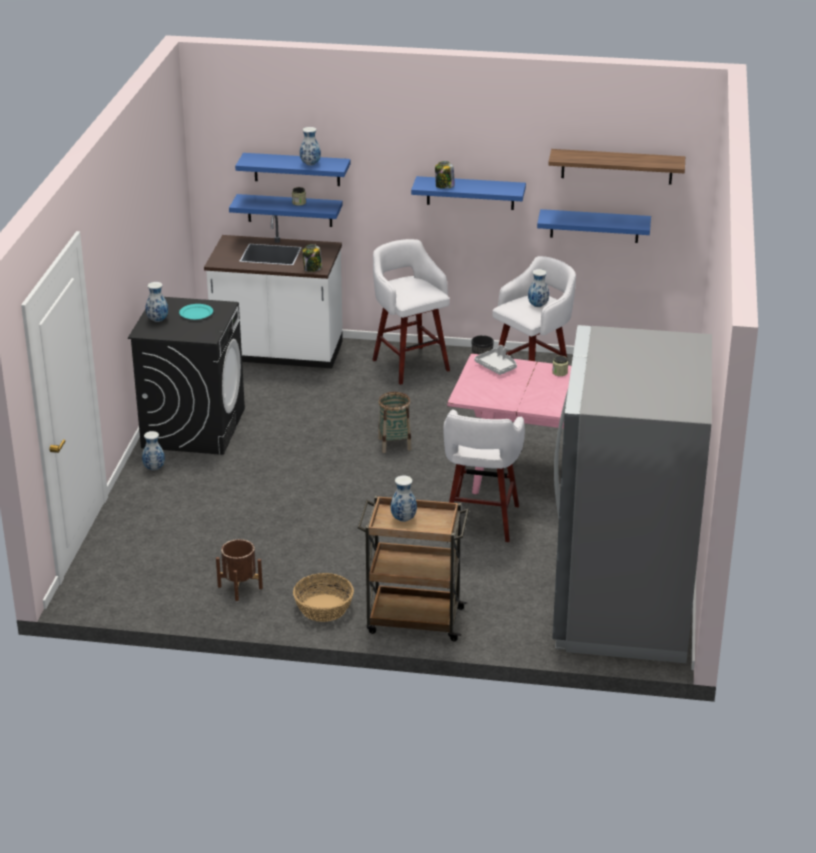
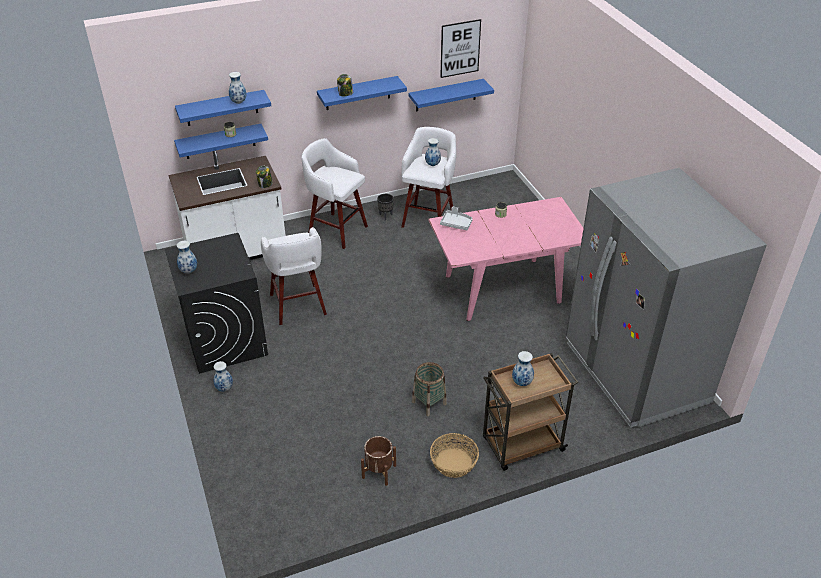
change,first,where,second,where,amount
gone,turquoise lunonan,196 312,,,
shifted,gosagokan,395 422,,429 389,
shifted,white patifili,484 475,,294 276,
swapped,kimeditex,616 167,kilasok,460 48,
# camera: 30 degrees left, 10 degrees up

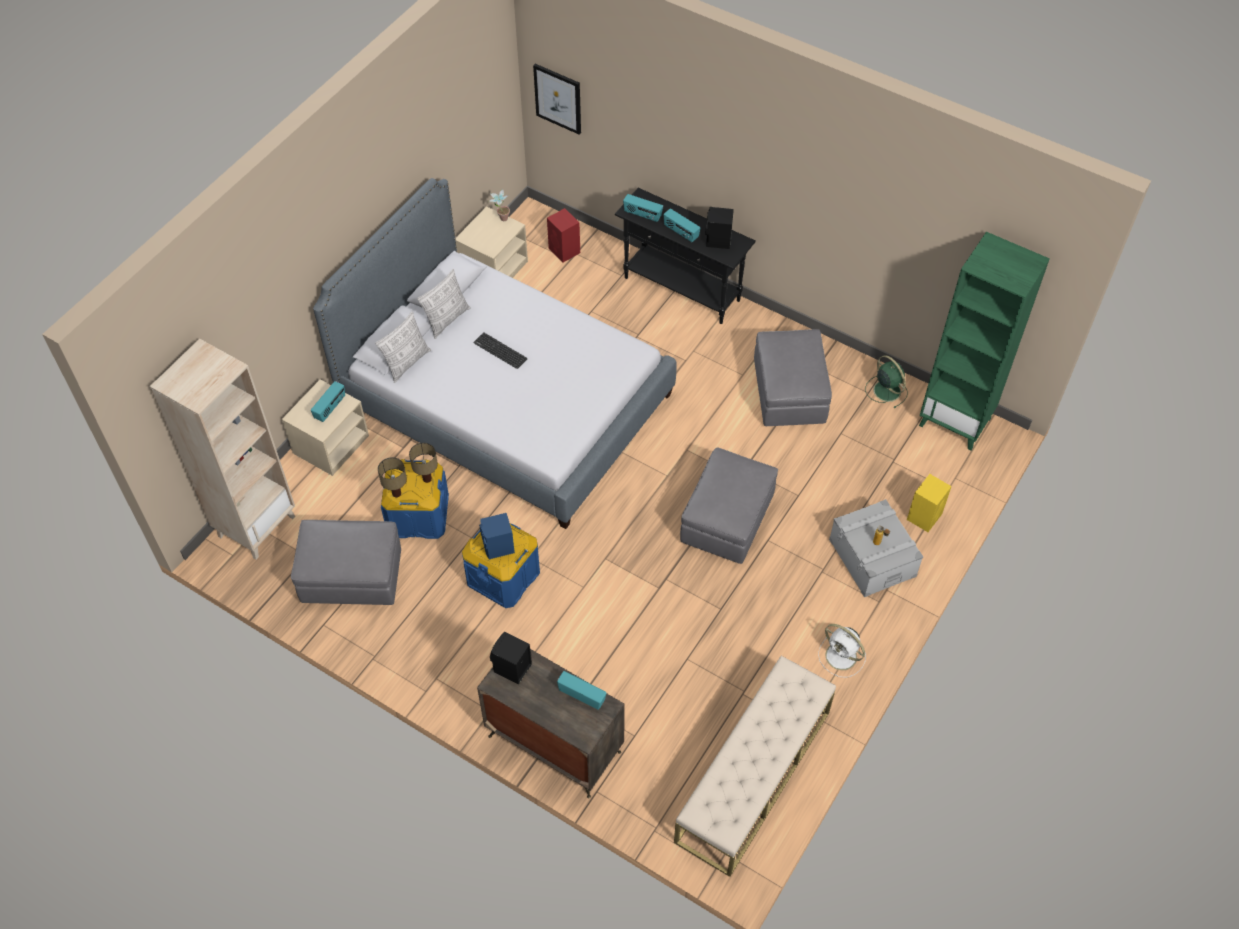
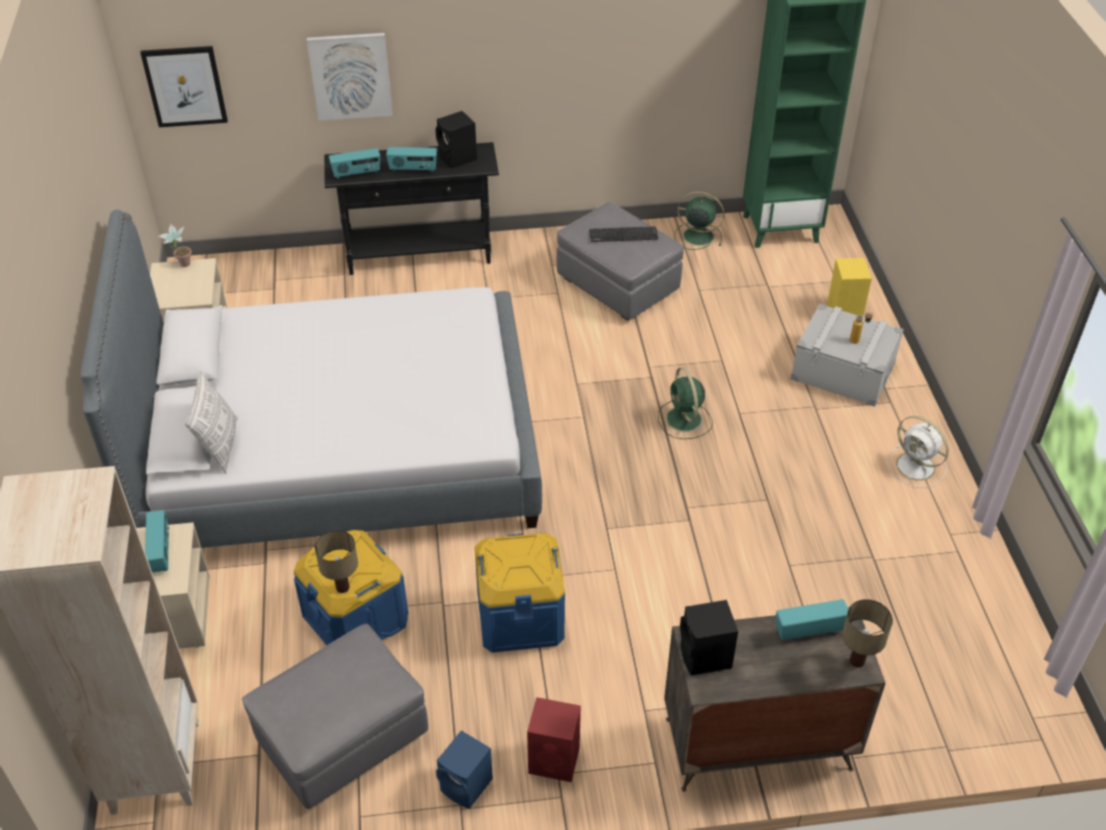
change,first,where,second,where,amount
gone,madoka,444 304,,,
gone,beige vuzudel,755 766,,,
new,,,kilasok,350 77,
shifted,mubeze,423 463,,867 633,
shifted,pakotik,500 350,,623 234,
shifted,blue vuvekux,497 536,,464 770,
shifted,red vuvekux,563 235,,554 739,
swapped,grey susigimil,729 506,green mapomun,685 403,
rotated,white mapomun,842 651,,918 452,45 degrees clockwise
# camera: 40 degrees left, 10 degrees down

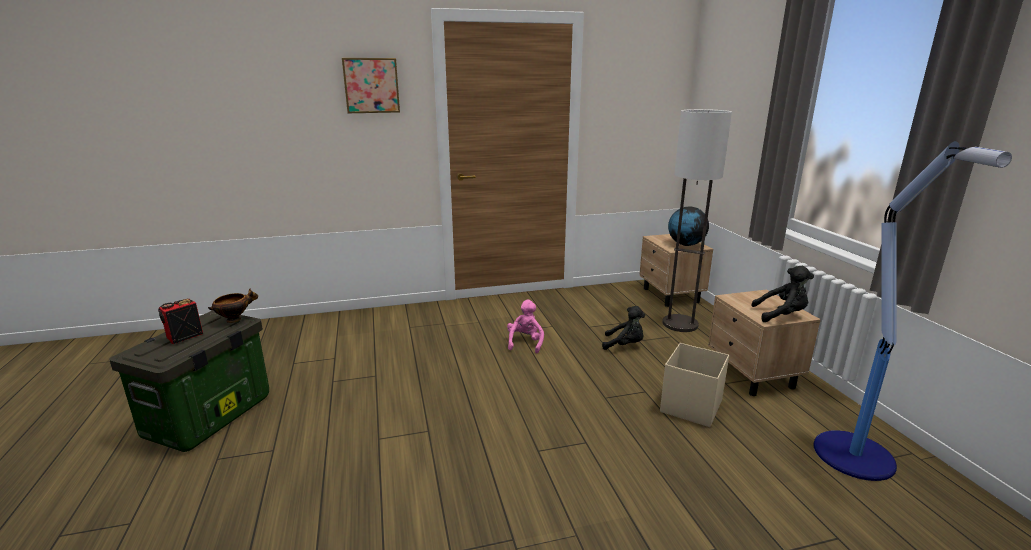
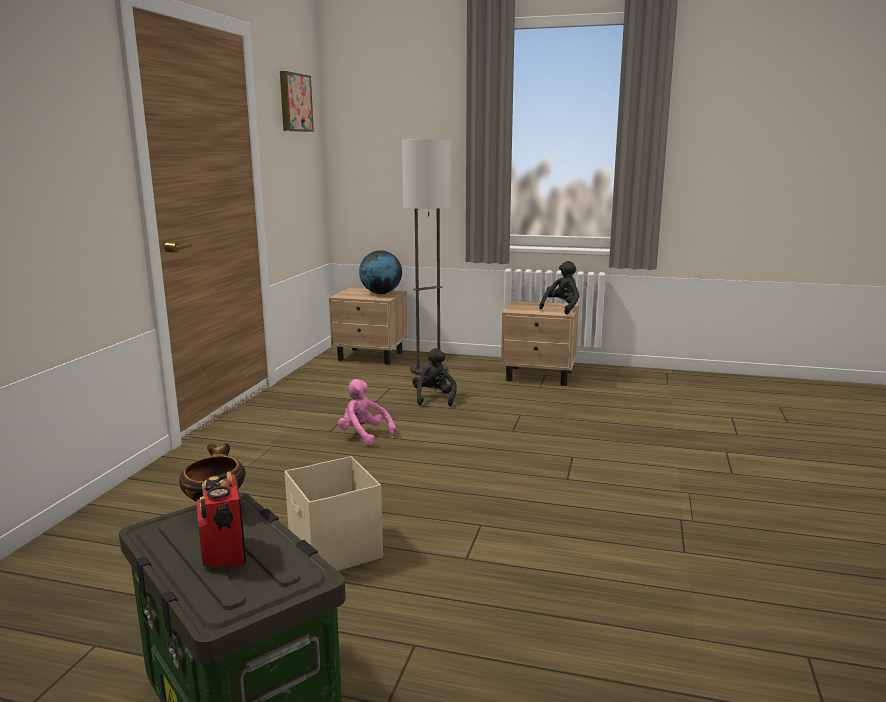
change,first,where,second,where,amount
gone,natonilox,913 311,,,
shifted,kilasok,371 85,,297 101,
shifted,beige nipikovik,694 385,,333 513,
rotated,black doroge,623 328,,434 377,45 degrees counterclockwise
# camera: 60 degrees left, 5 degrees down

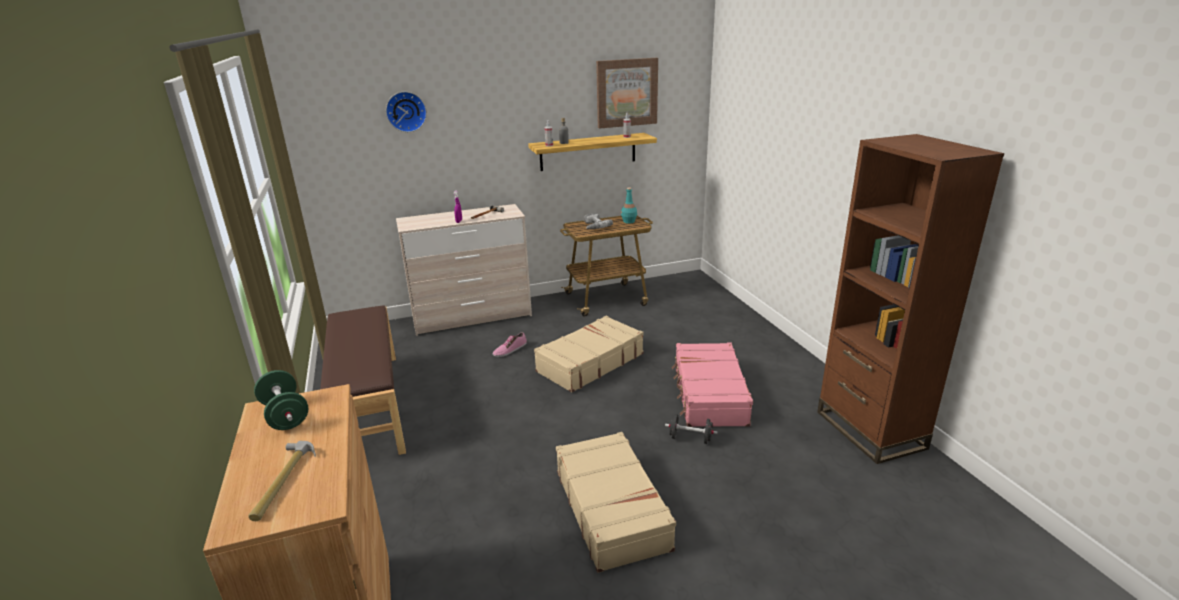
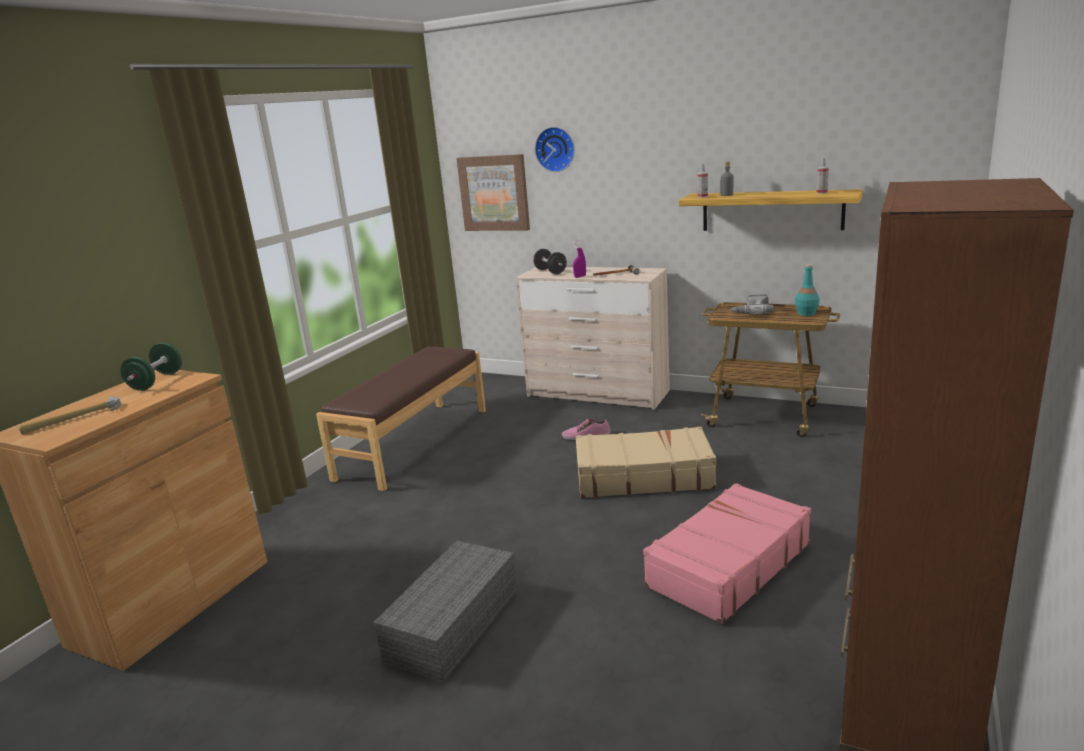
change,first,where,second,where,amount
shifted,kilasok,627 93,,493 192,
shifted,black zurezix,691 429,,550 261,
swapped,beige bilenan,616 502,grey nipikovik,445 611,
# camera: 45 degrees right, 5 degrees down

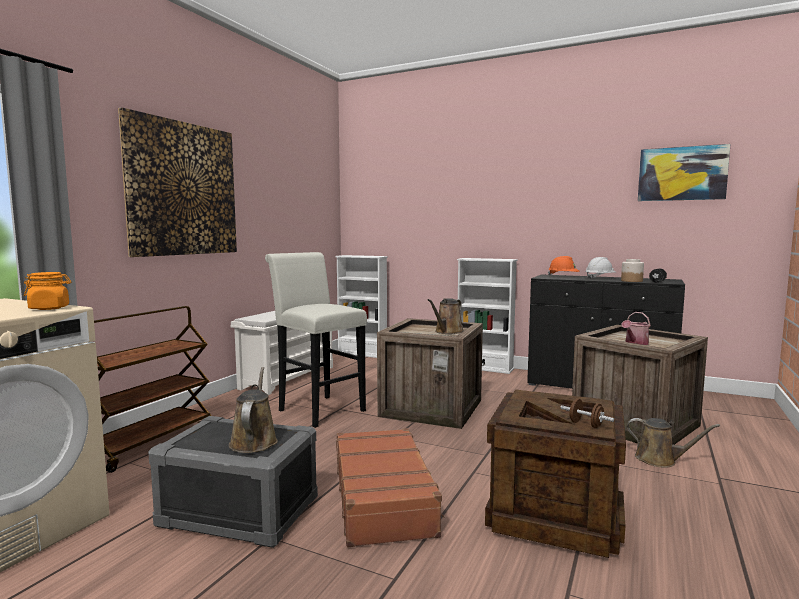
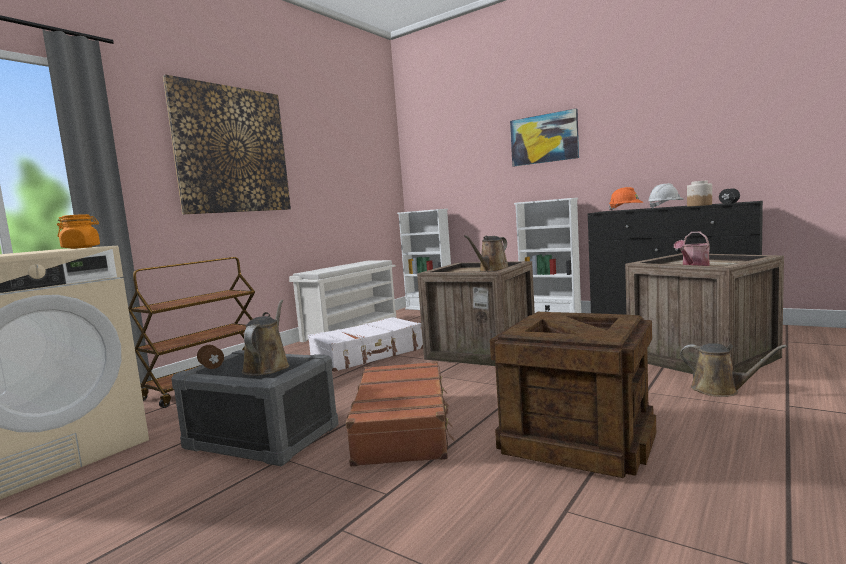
change,first,where,second,where,amount
shifted,brown zurezix,587 413,,210 357,
shifted,kilasok,684 172,,544 137,
swapped,white patifili,316 340,white bilenan,365 344,
# camera: 10 degrees right, 0 degrees up

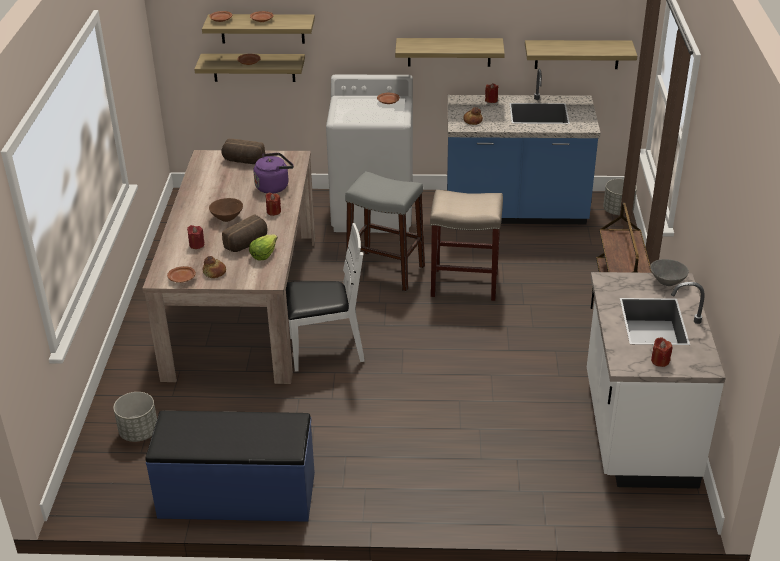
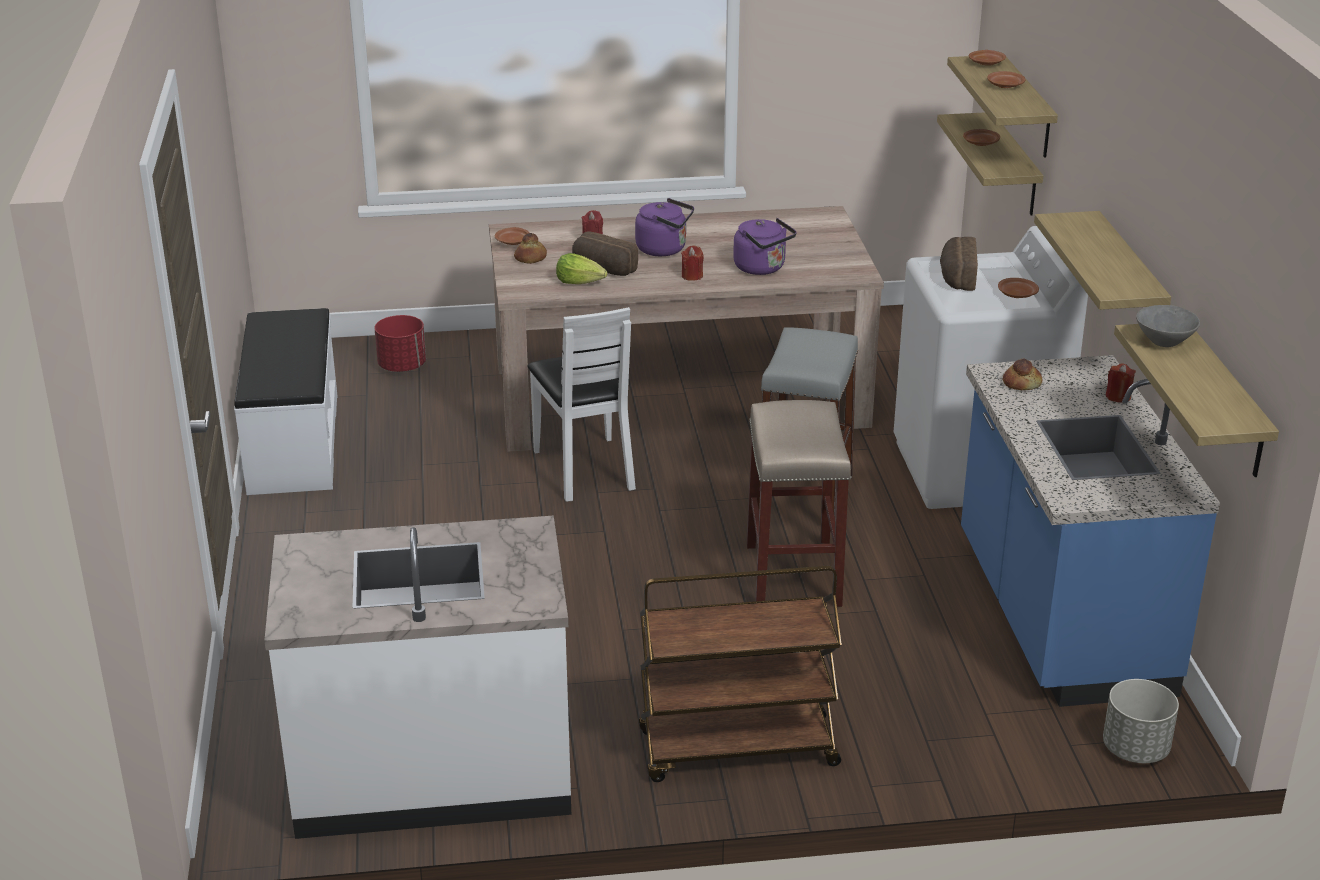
change,first,where,second,where,amount
gone,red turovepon,662 352,,,
shifted,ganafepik,243 151,,959 264,
shifted,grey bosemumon,669 272,,1168 326,
swapped,brown bosemumon,226 210,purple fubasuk,664 227,
repainted,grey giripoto,135 417,red giripoto,400 343,
repainted,blue vuzudel,230 466,white vuzudel,285 401,
# camera: 80 degrees right, 5 degrees down

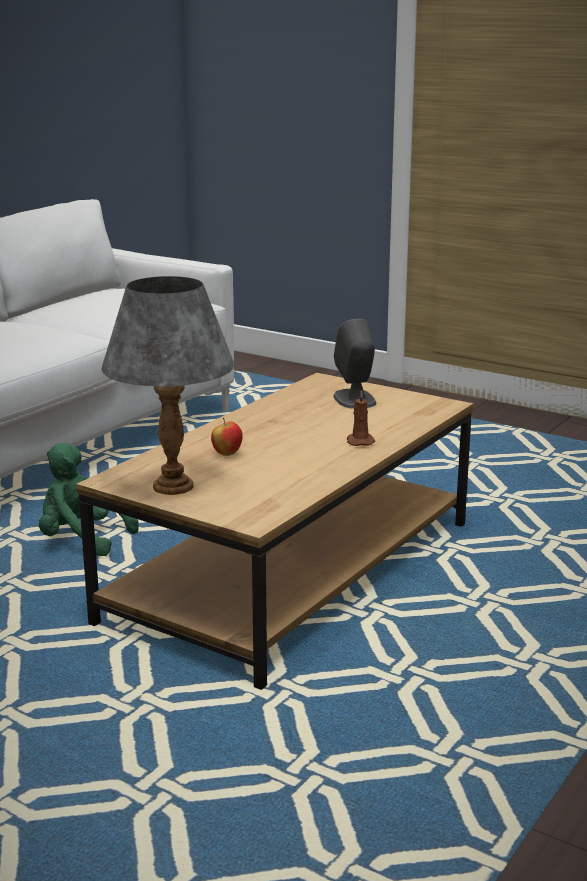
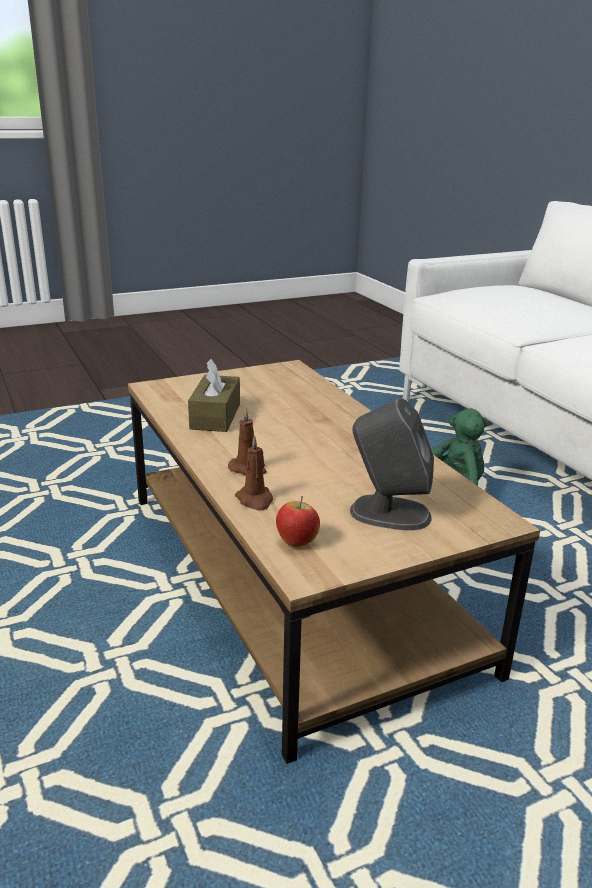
change,first,where,second,where,amount
gone,grey mubeze,168 385,,,
new,,,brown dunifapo,214 395,
new,,,brown turovepon,254 473,
shifted,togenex,227 437,,298 521,
# camera: 120 degrees right, 5 degrees up

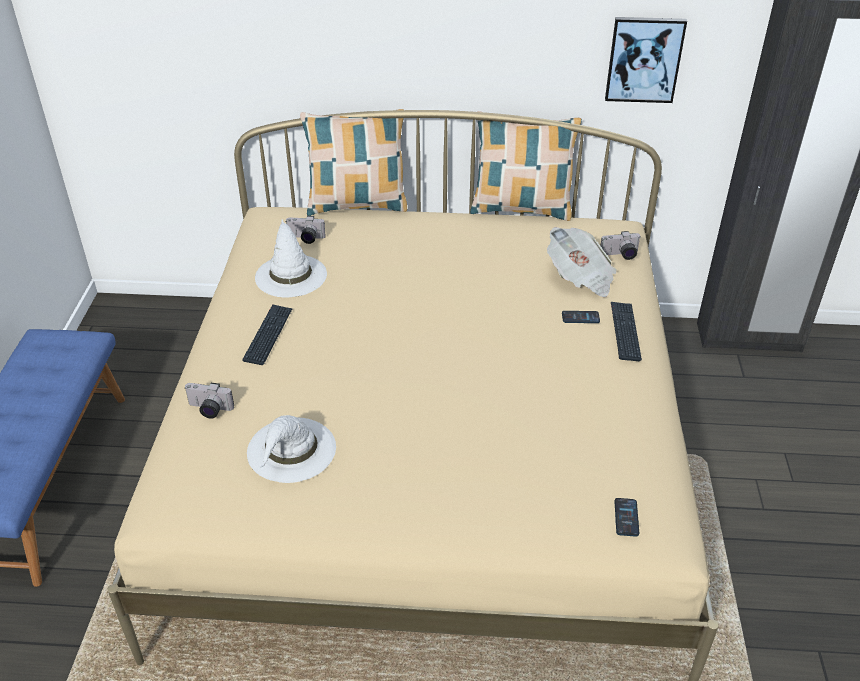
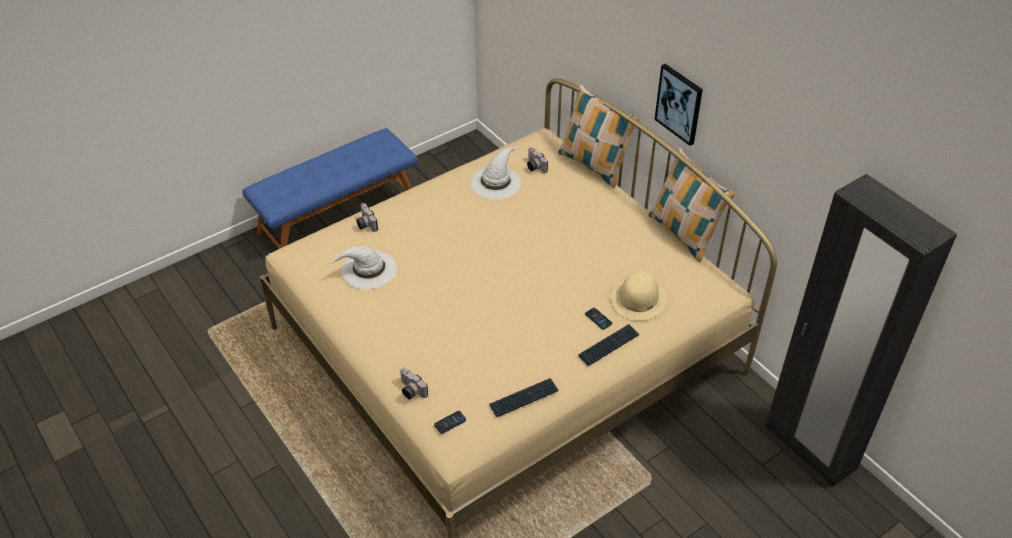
change,first,where,second,where,amount
shifted,pakotik,267 334,,524 397,
shifted,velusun,620 245,,414 384,
shifted,kilasok,646 60,,678 105,
swapped,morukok,582 262,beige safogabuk,639 295,
# camera: 50 degrees right, 5 degrees up

